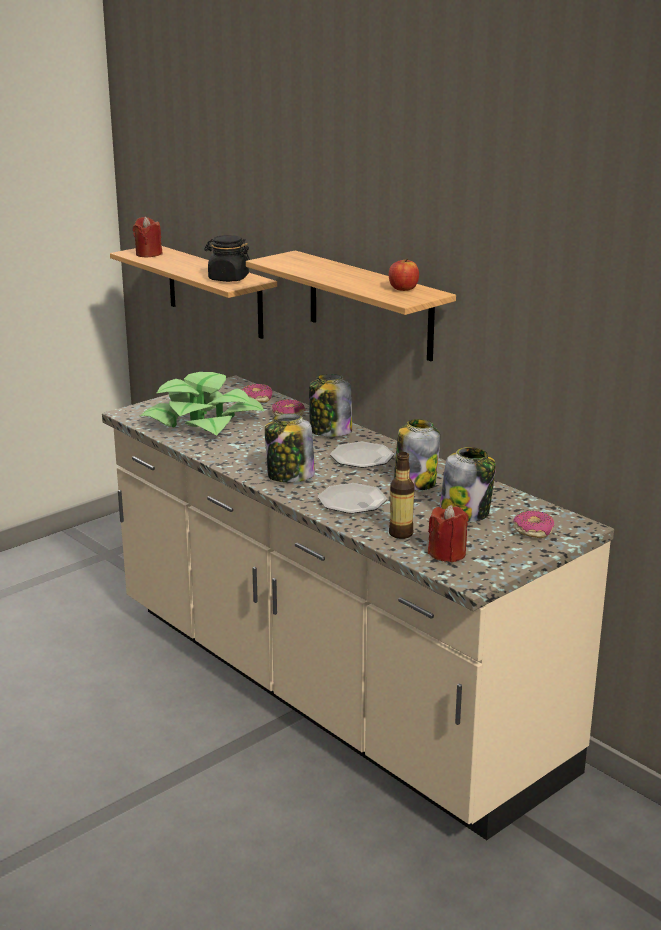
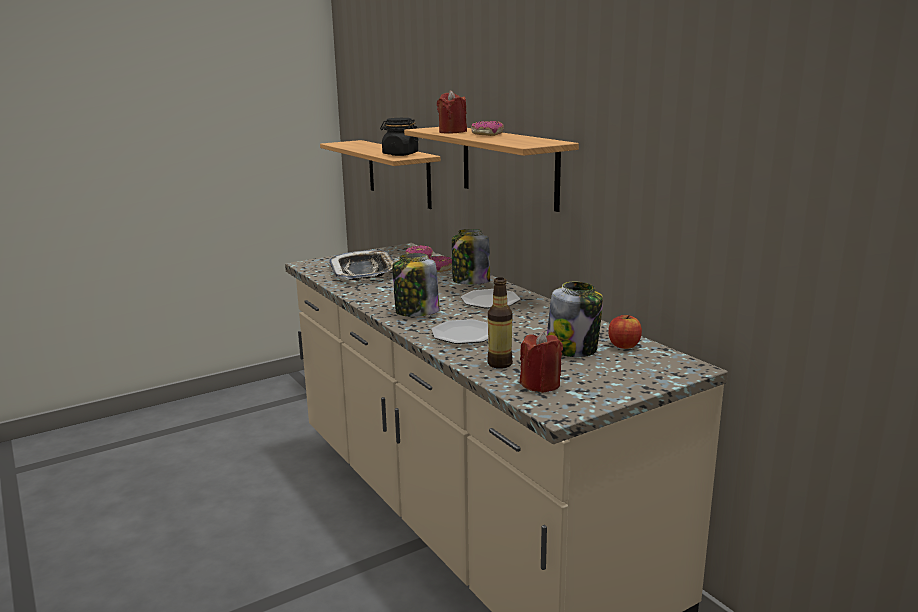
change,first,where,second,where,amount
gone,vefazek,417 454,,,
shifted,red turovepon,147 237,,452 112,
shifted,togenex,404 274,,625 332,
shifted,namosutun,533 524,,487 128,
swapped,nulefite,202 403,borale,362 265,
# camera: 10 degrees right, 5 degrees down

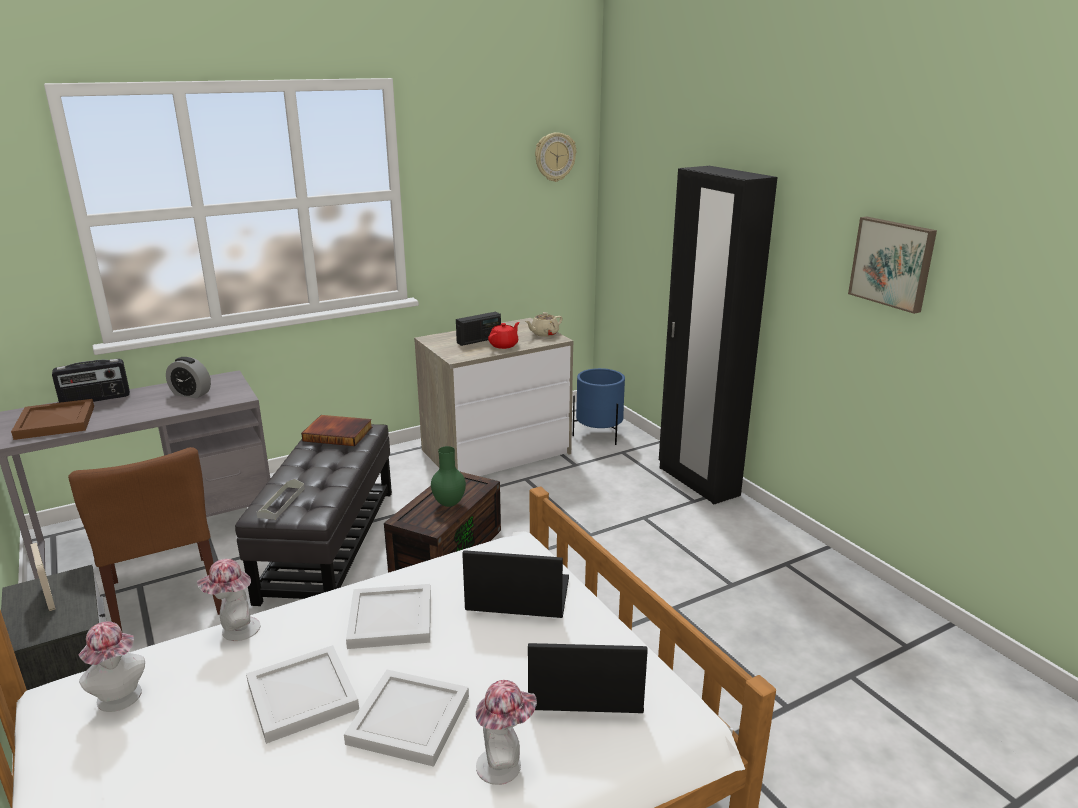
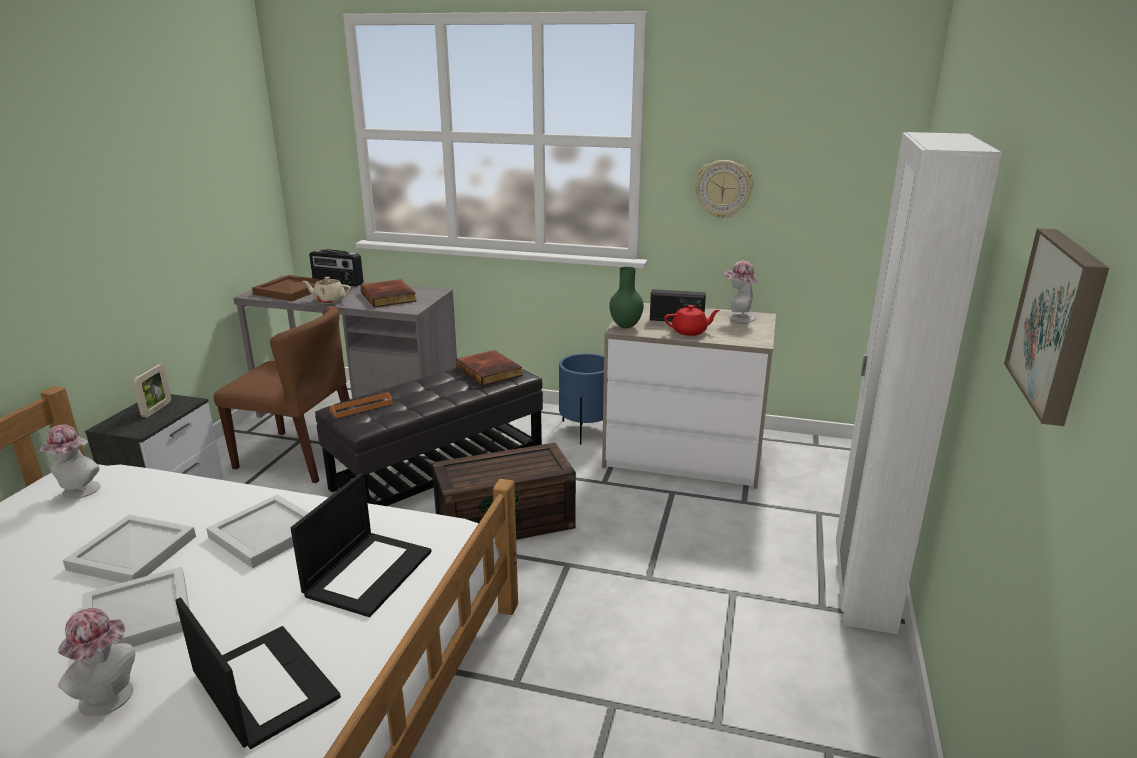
change,first,where,second,where,amount
shifted,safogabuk,228 600,,741 291,
shifted,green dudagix,448 476,,626 297,
shifted,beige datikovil,544 324,,327 290,
shifted,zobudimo,555 157,,724 189,
shifted,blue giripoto,599 406,,581 398,
swapped,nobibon,188 378,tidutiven,388 293,
repainted,grey borale,280 499,orange borale,361 405,
repainted,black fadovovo,718 335,white fadovovo,919 383,
rotated,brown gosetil,145 540,,282 394,90 degrees counterclockwise
rotated,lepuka,515 584,,361 545,60 degrees clockwise
# camera: 45 degrees right, 0 degrees up

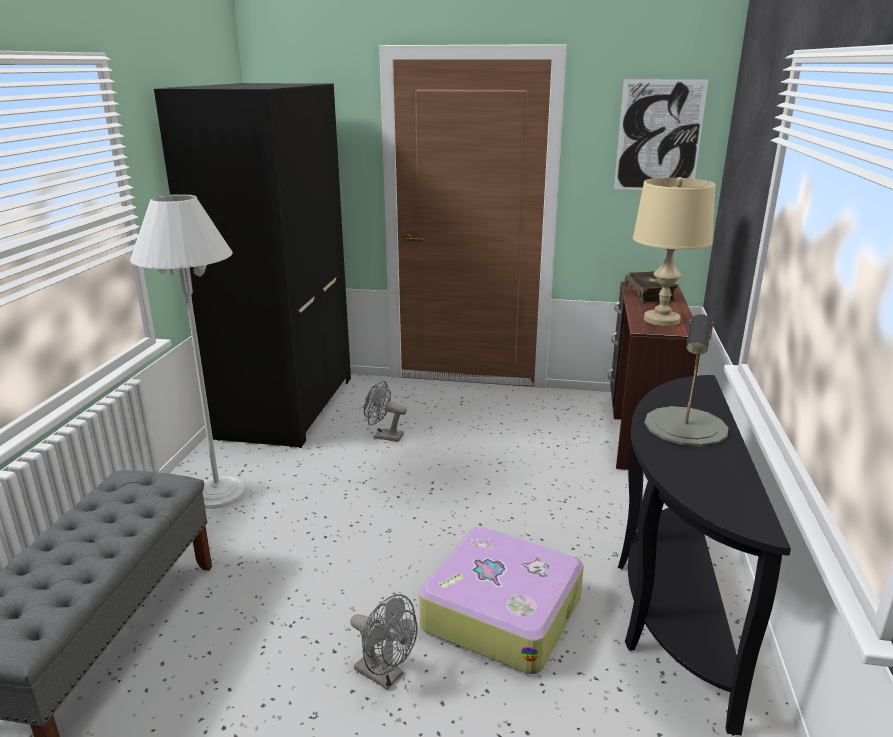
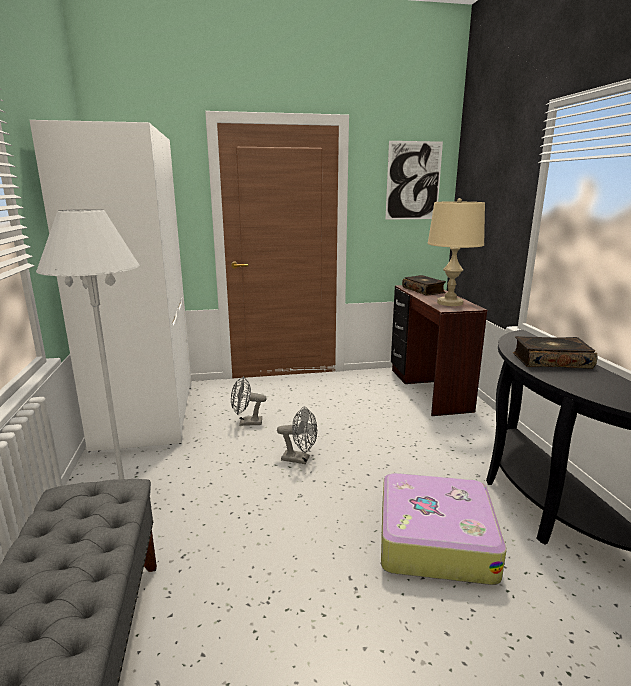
change,first,where,second,where,amount
shifted,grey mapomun,383 642,,297 435,
swapped,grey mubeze,686 380,tidutiven,555 352,
repainted,black fadovovo,252 265,white fadovovo,110 286,
# camera: 20 degrees left, 5 degrees down

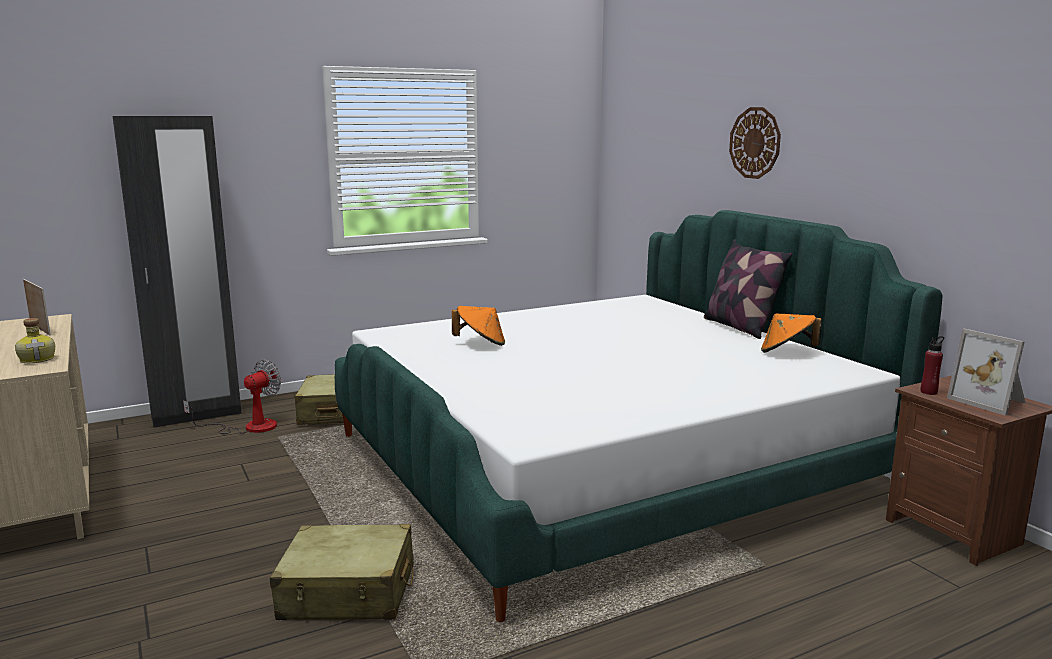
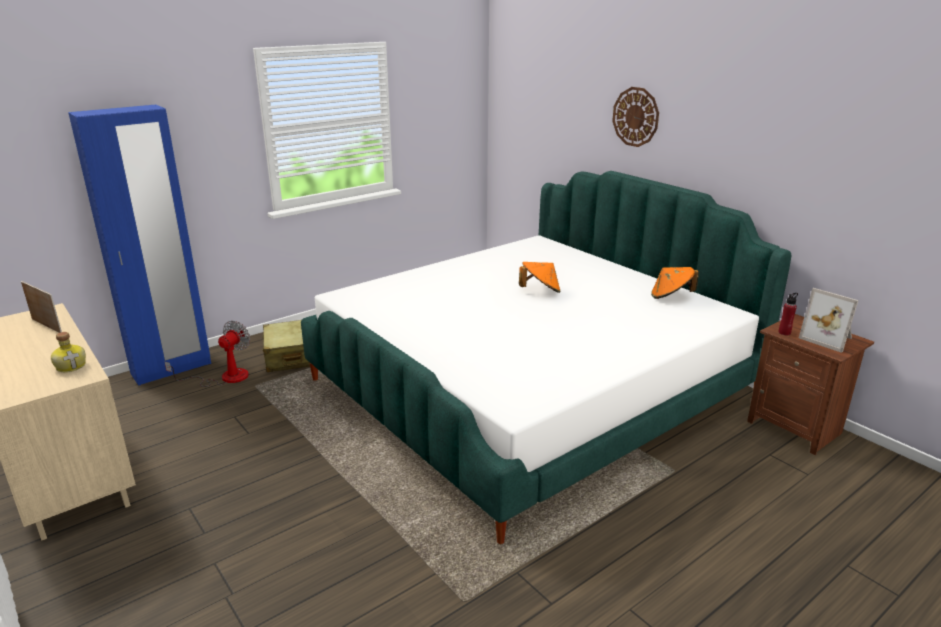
change,first,where,second,where,amount
gone,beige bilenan,342 572,,,
gone,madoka,748 289,,,
shifted,orange safogabuk,478 326,,540 277,
repainted,black fadovovo,177 272,blue fadovovo,139 245,
# camera: 10 degrees left, 10 degrees up

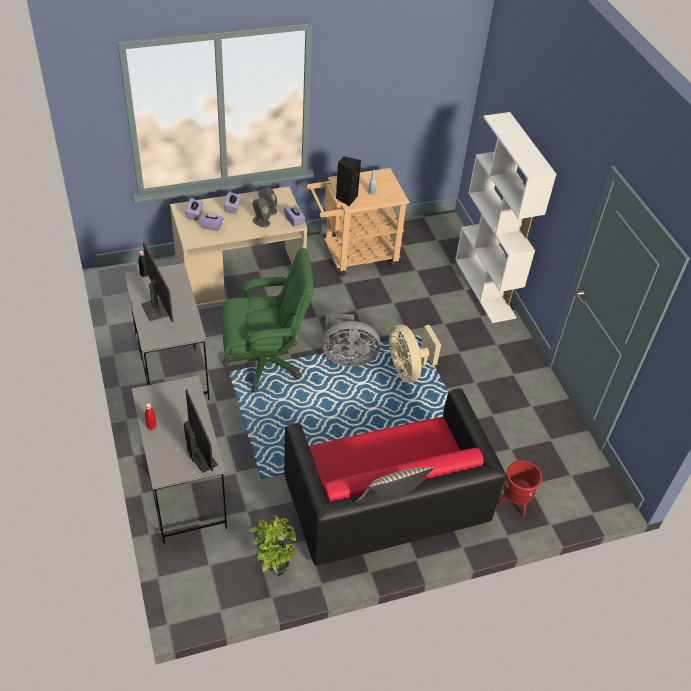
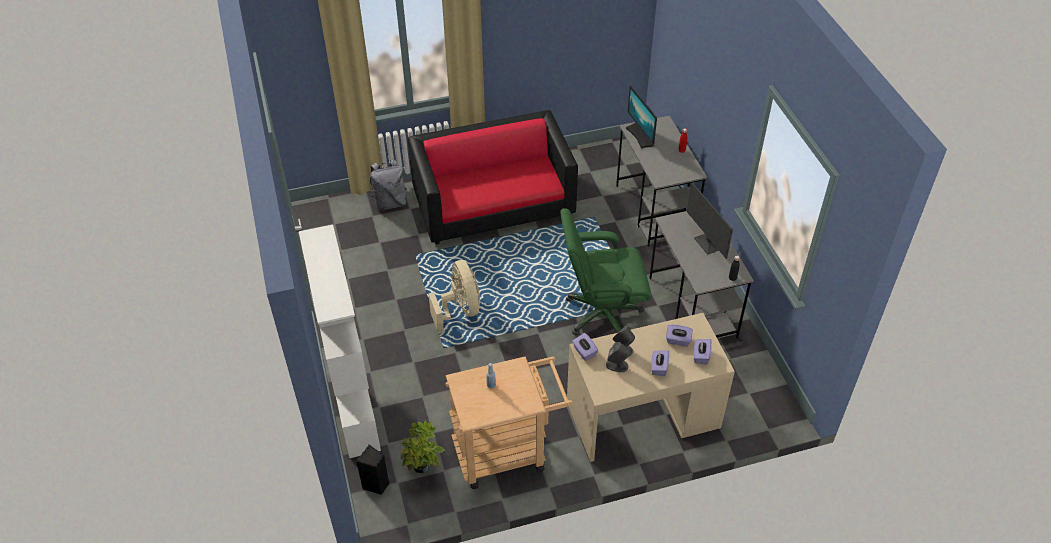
change,first,where,second,where,amount
gone,grey mapomun,351 340,,,
gone,beige madoka,394 485,,,
shifted,nulefite,272 545,,423 447,
shifted,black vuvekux,348 181,,373 470,
swapped,red giripoto,520 488,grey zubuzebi,388 184,
# camera: 175 degrees left, 0 degrees up

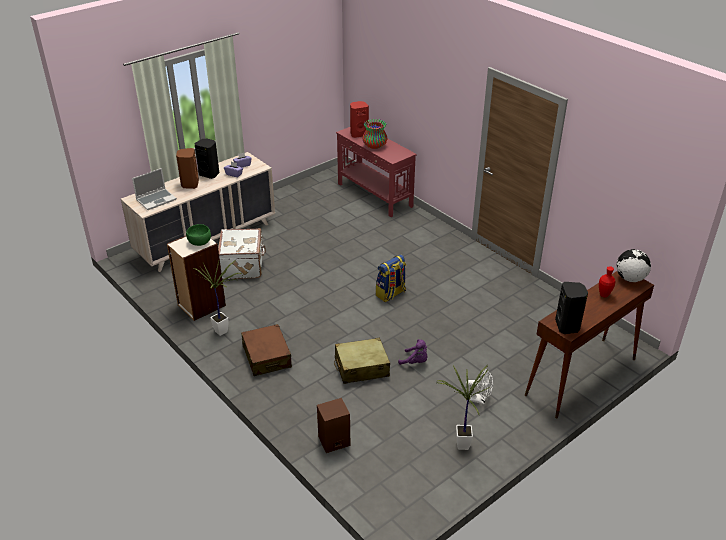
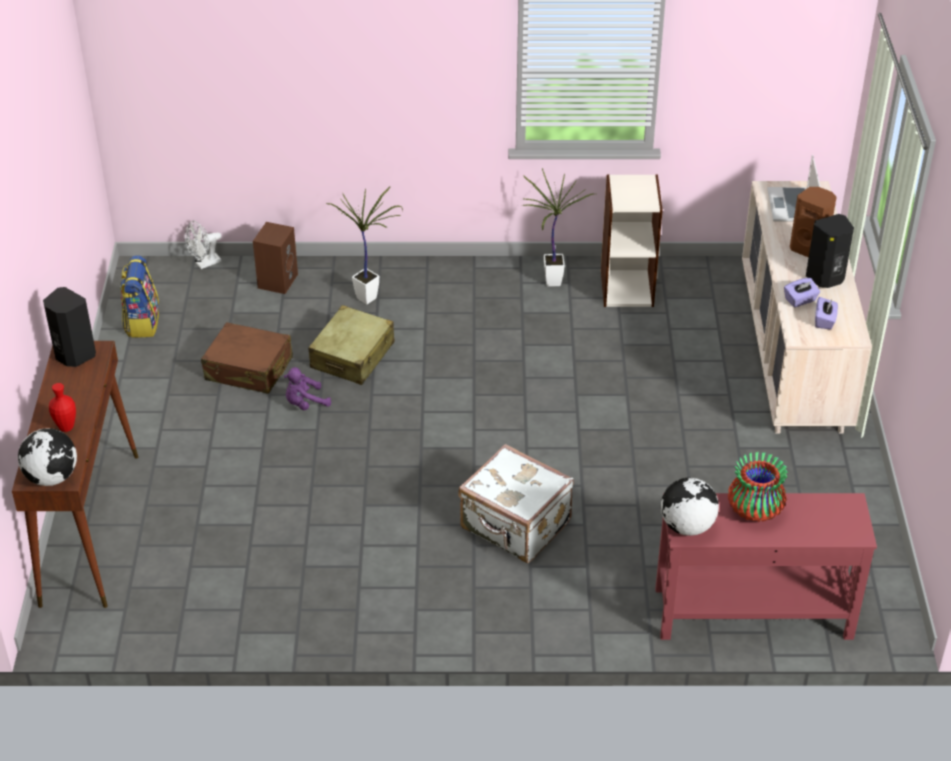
change,first,where,second,where,amount
gone,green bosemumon,198 235,,,
gone,red vuvekux,359 119,,,
new,,,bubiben,690 507,
shifted,white bilenan,242 253,,516 503,
shifted,brown bilenan,266 350,,247 358,
shifted,zubuzebi,391 278,,139 296,
shifted,nulefite,462 407,,364 245,
shifted,white mapomun,479 386,,203 245,
# camera: 130 degrees right, 5 degrees up

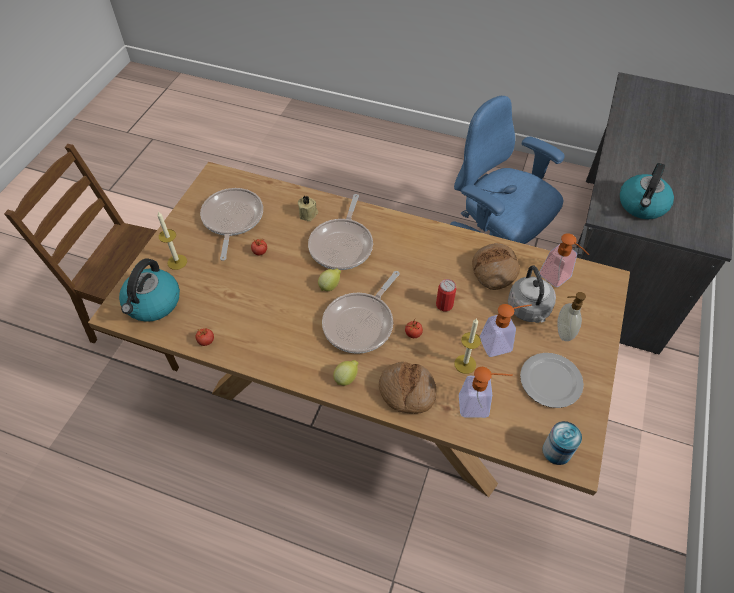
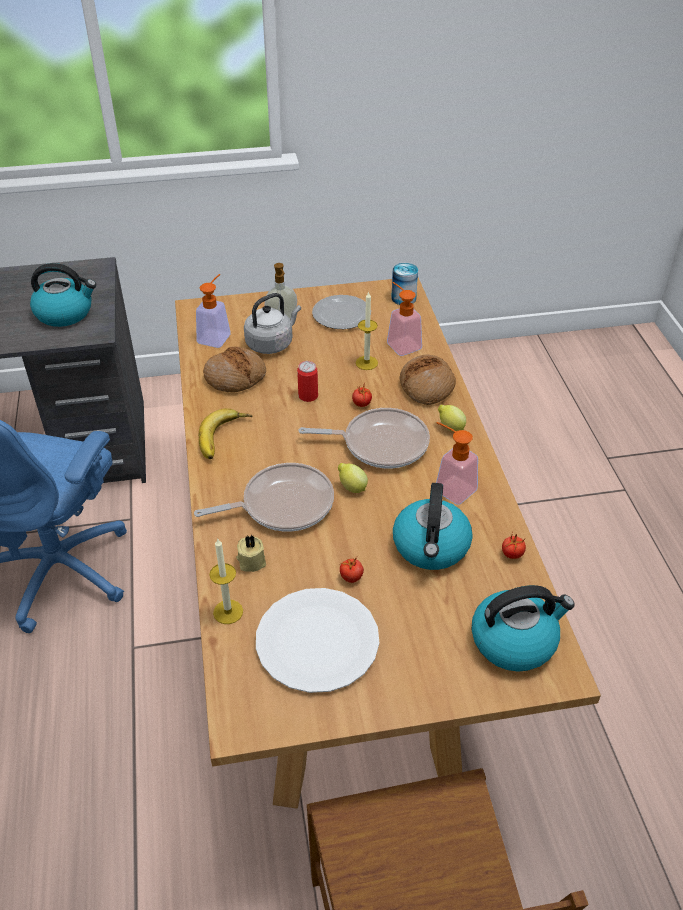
change,first,where,second,where,amount
new,,,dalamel,226 433,
new,,,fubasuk,433 526,
shifted,turovepon,172 241,,226 581,
shifted,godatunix,505 330,,457 463,
swapped,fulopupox,231 224,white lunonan,317 640,
# camera: 120 degrees left, 10 degrees down

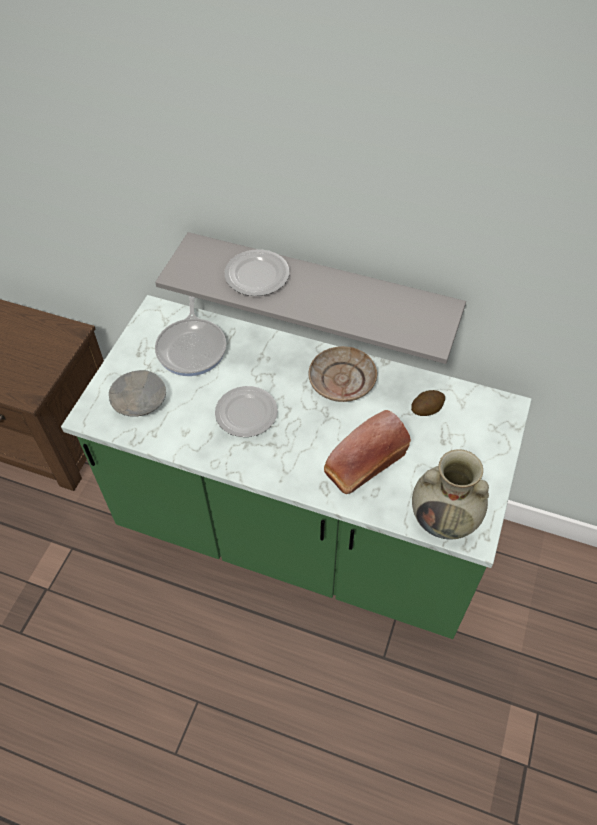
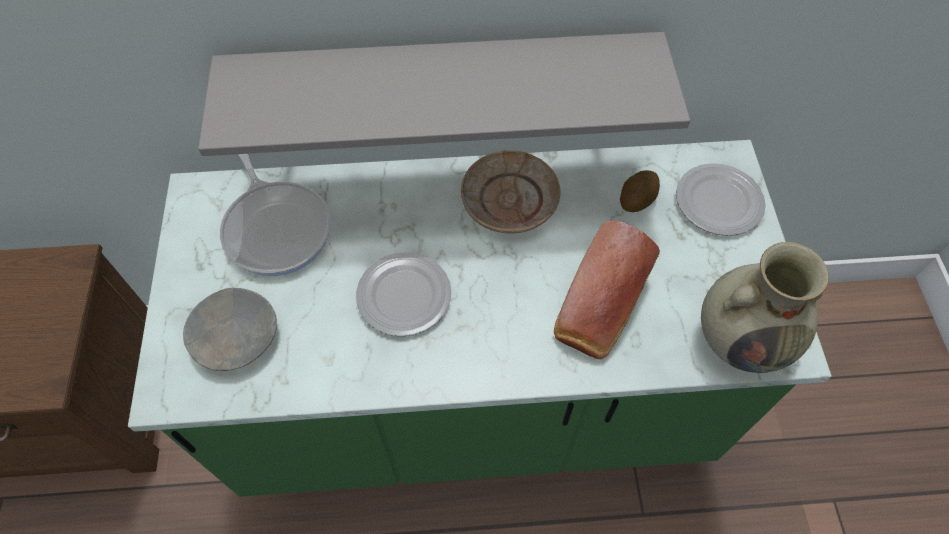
change,first,where,second,where,amount
shifted,lunonan,257 272,,721 199,
# camera: 25 degrees left, 5 degrees up

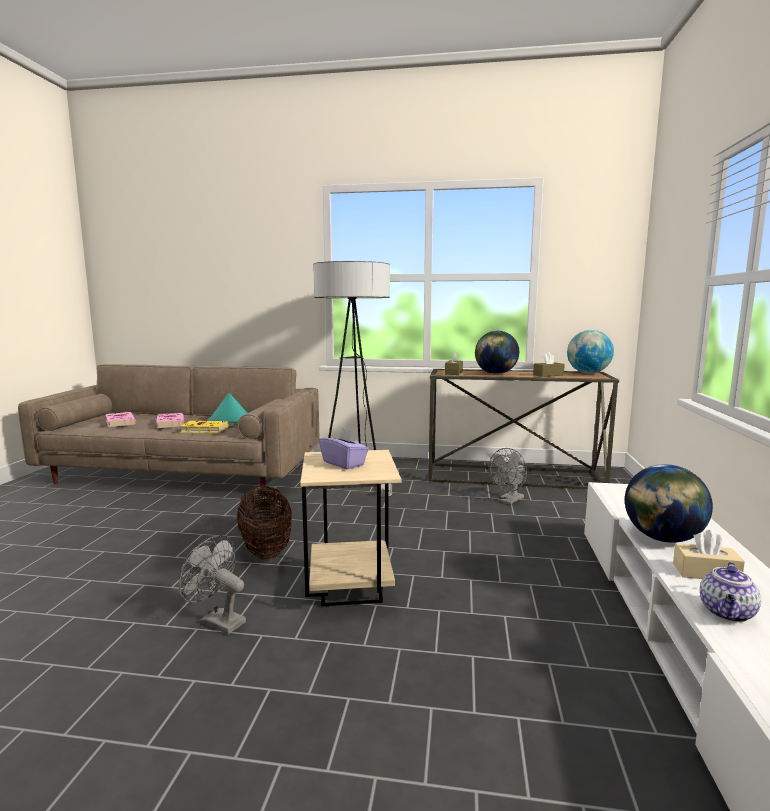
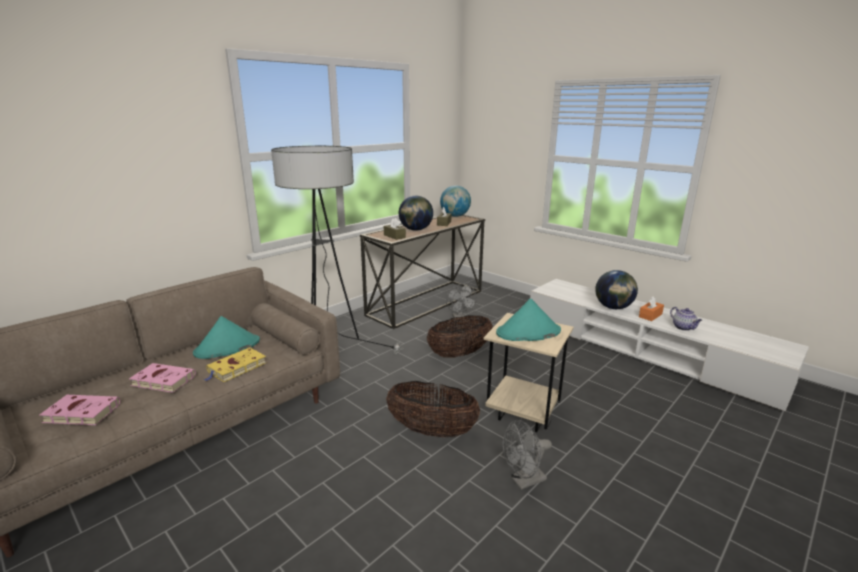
change,first,where,second,where,amount
new,,,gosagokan,460 336,
swapped,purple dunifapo,344 448,turquoise safogabuk,528 319,
repainted,beige dunifapo,709 554,orange dunifapo,651 308,
# camera: 55 degrees left, 10 degrees up

